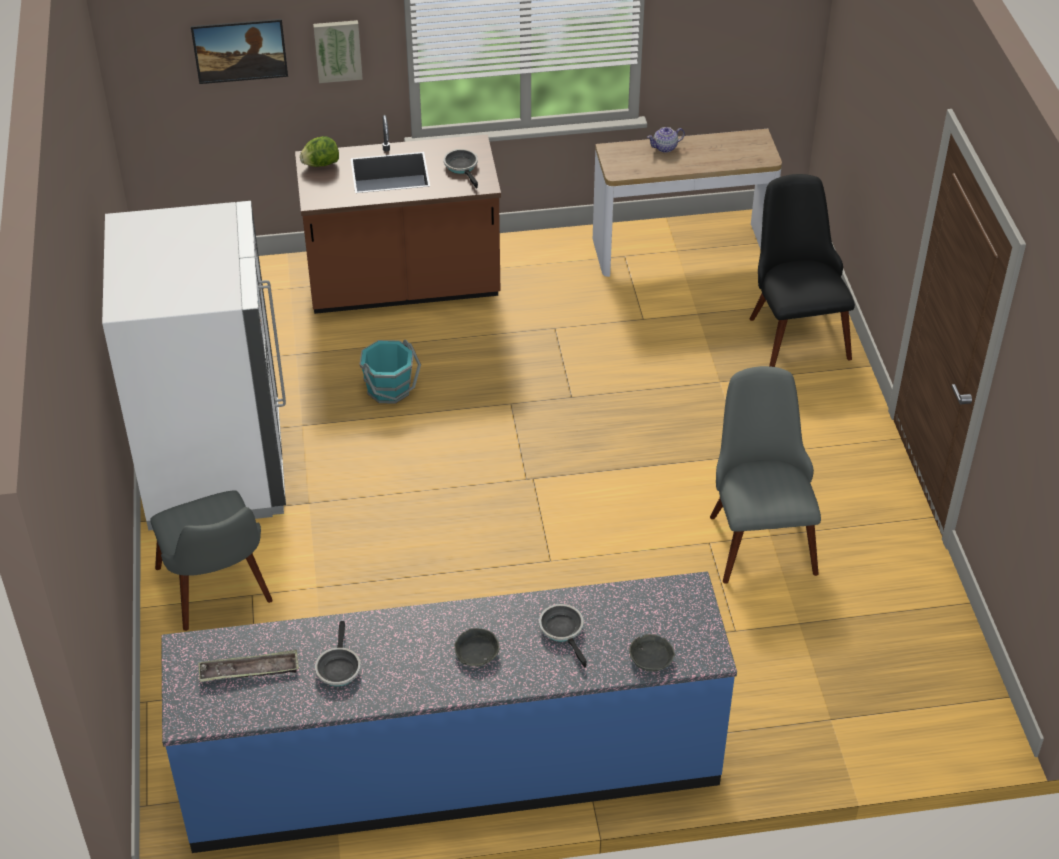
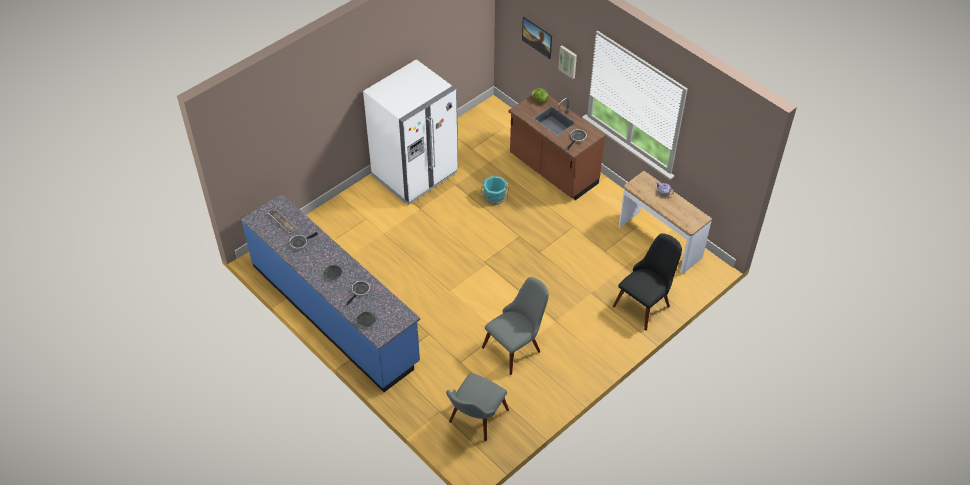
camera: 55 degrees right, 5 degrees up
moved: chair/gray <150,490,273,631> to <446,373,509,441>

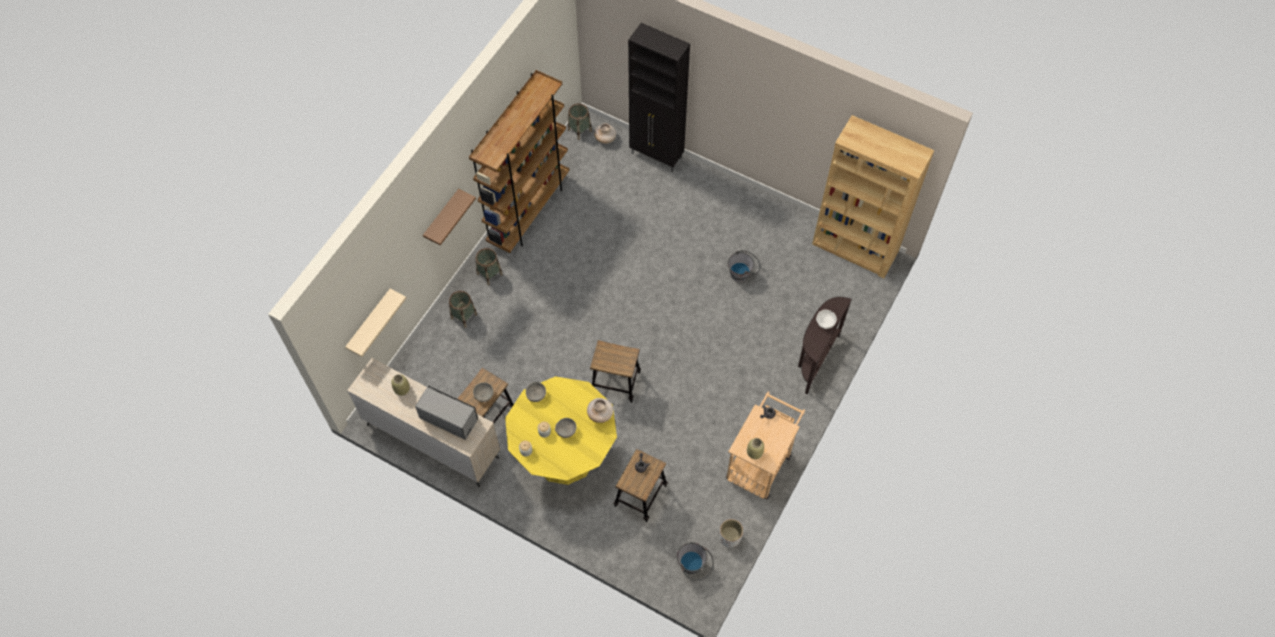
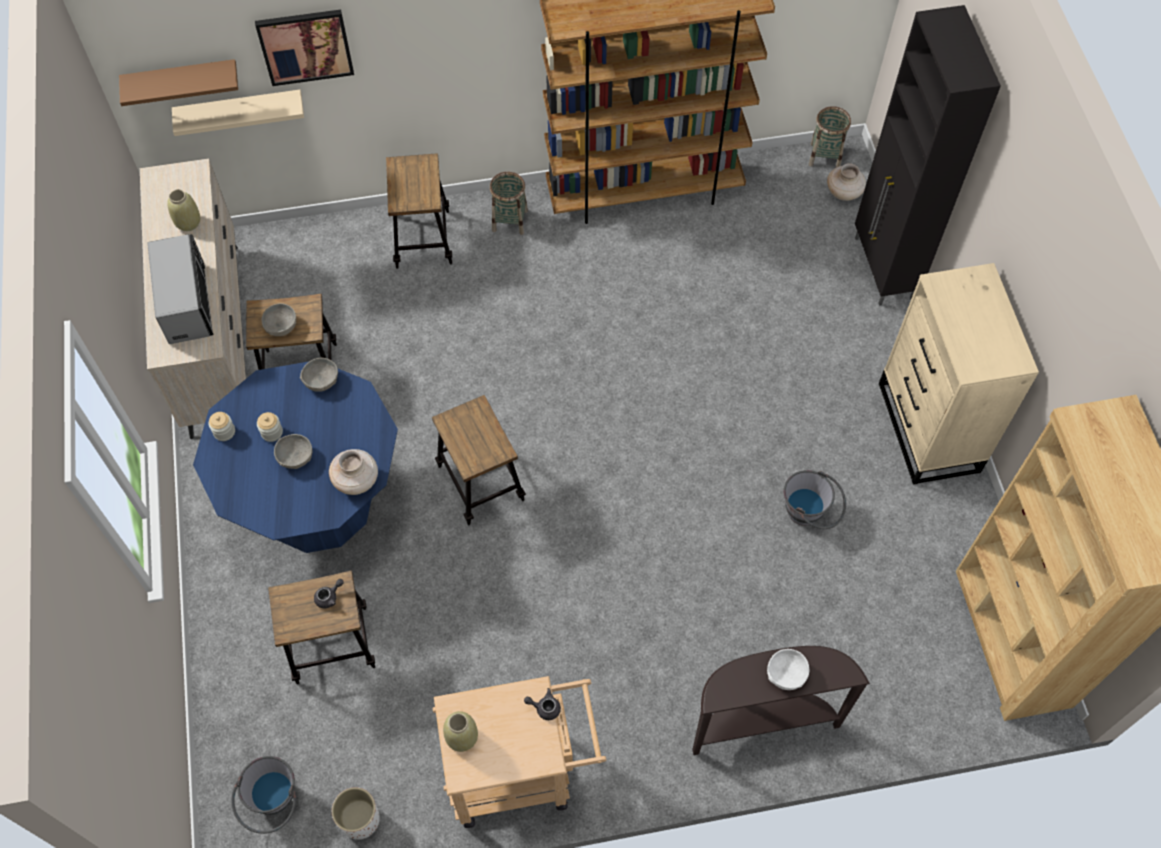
camera: 50 degrees right, 0 degrees up
added: wall picture <255,9,354,86>; drawer chest/sand-coloured <879,263,1039,485>
moved: shelf/brown-coloured <423,189,476,245> to <119,59,238,106>
replaced: household basket <449,291,477,328> to sitting stool <386,153,452,269>
recoloured: kitchen table/yellowish <505,376,617,485> to kitchen table/blue-coloured <193,362,398,553>

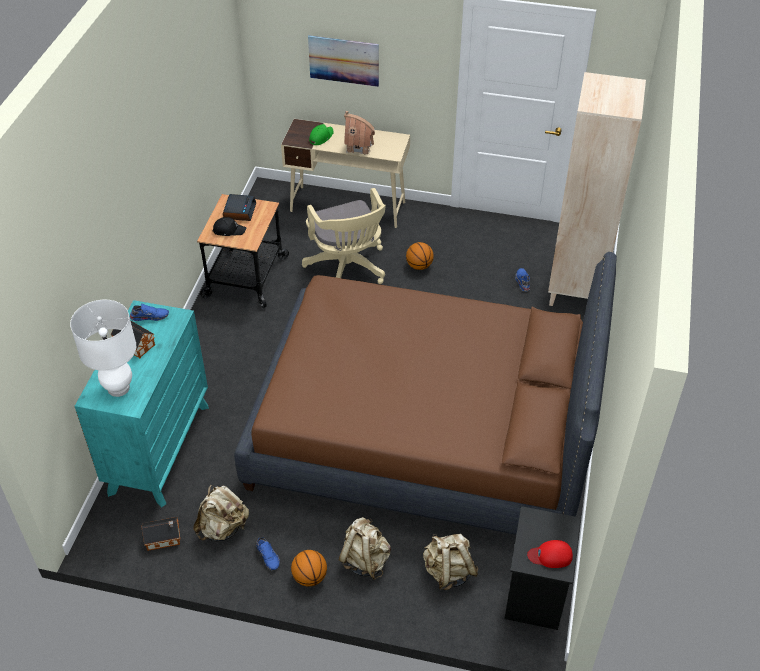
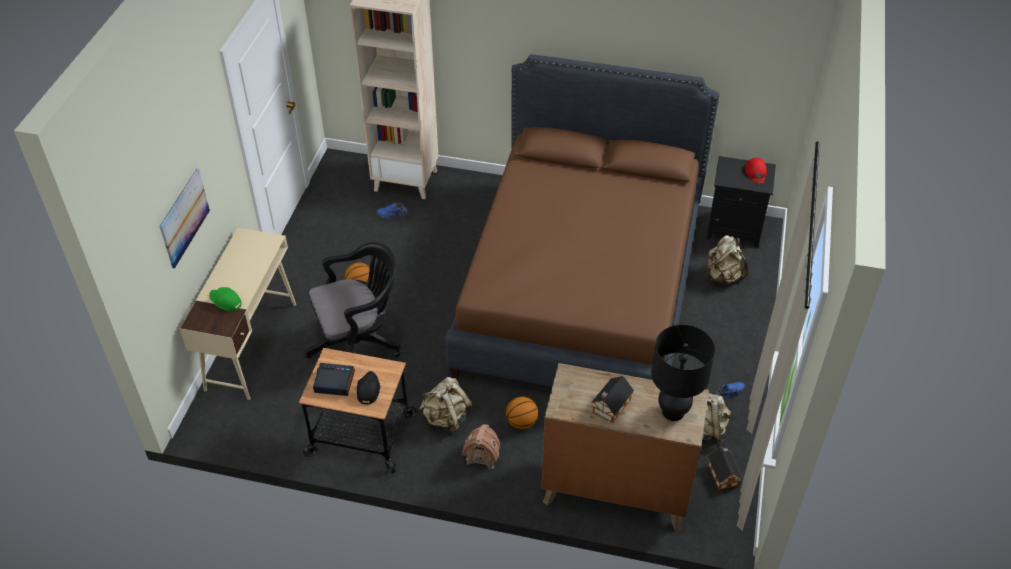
camera: 90 degrees left, 0 degrees up
removed: shoe/blue-coloured <130,304,169,321>
moved: basketball <291,550,327,586> to <506,397,538,429>; rucksack/sand-coloured <339,517,391,580> to <419,377,472,433>; miniature house <344,111,375,154> to <462,424,500,469>
recoloured: tabletop lamp/white <70,300,136,397> to tabletop lamp/black <651,325,715,421>; drawer chest/blue-green <75,300,209,507> to drawer chest/brown-coloured <542,363,709,531>; office chair/sand-coloured <302,188,386,284> to office chair/black <305,242,400,358>

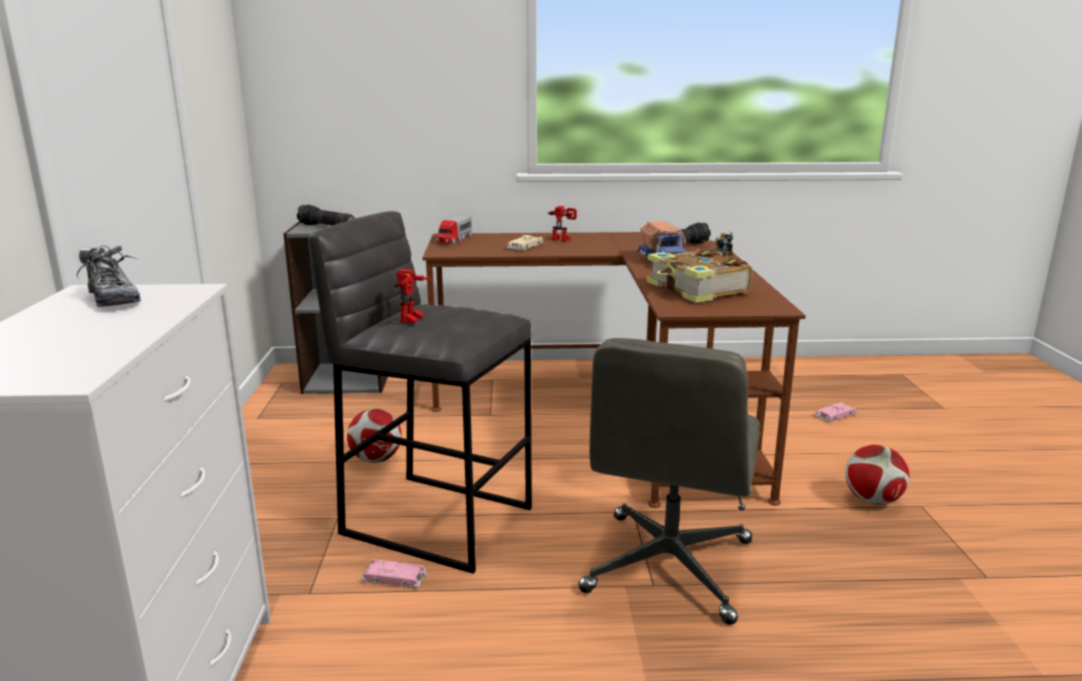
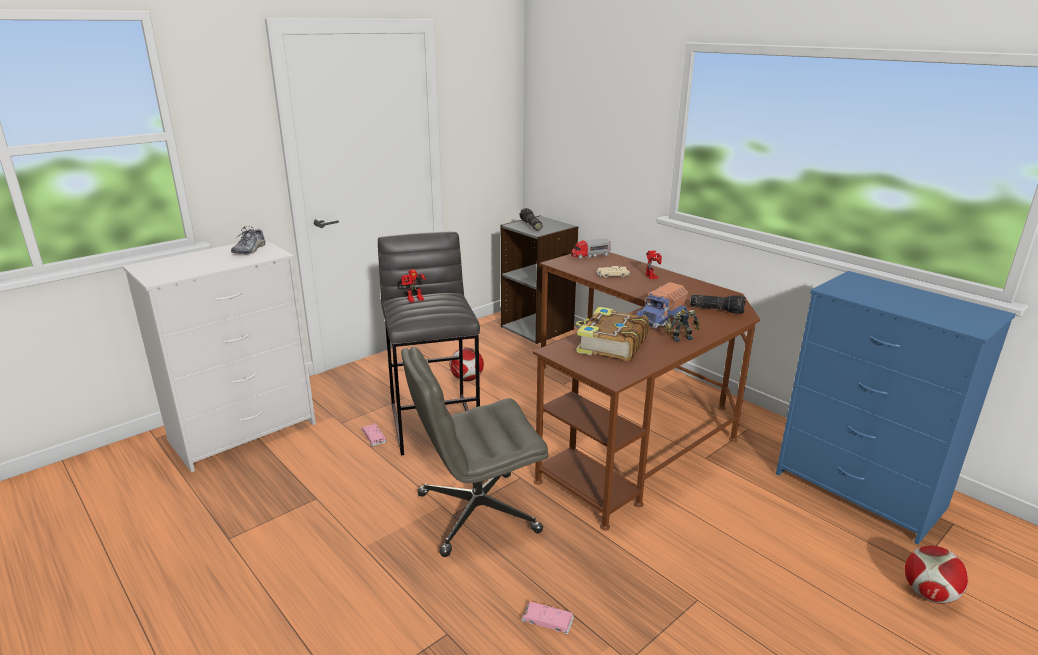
camera: 50 degrees right, 5 degrees up
added: drawer chest/blue-coloured <776,271,1016,545>
moved: model car/pink <815,402,857,422> to <522,602,574,634>; football ball <845,445,909,505> to <905,546,968,604>

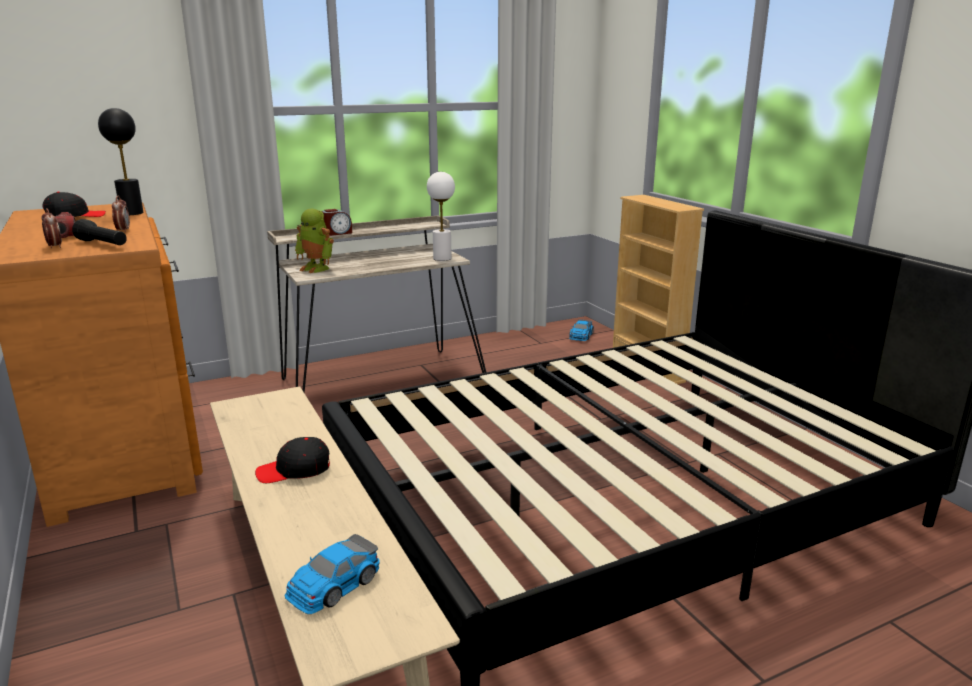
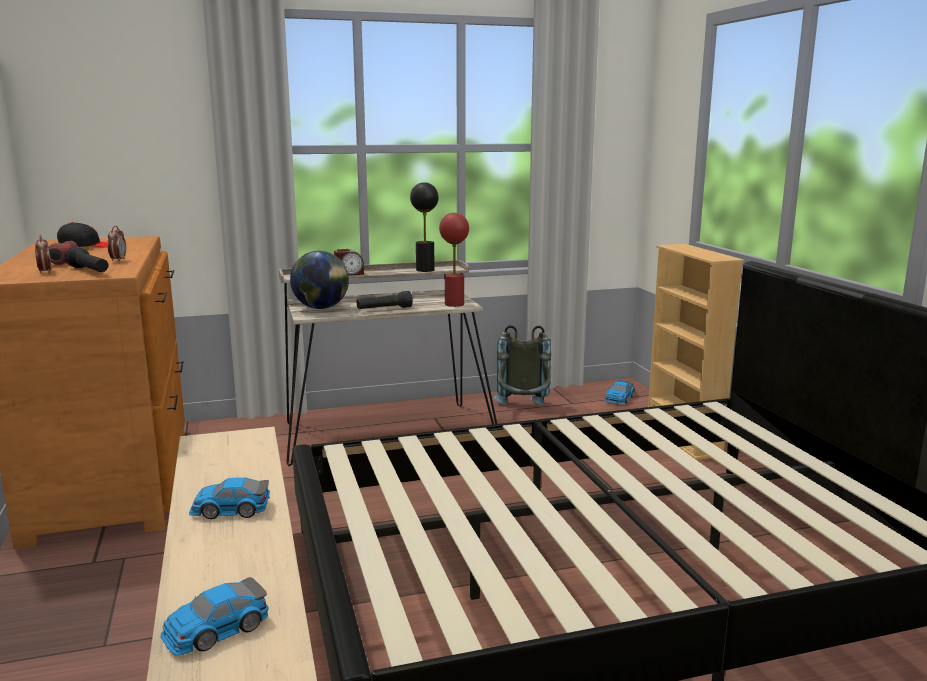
camera: 10 degrees right, 5 degrees down
added: torch/black <357,291,413,309>; rucksack/gray <494,325,551,405>
moved: tabletop lamp/black <98,108,144,215> to <410,182,438,272>
replaced: cap/black <255,437,330,483> to model car <189,477,270,519>; toy robot <295,209,334,273> to world globe <290,251,349,309>
recoloured: tabletop lamp/white <427,172,455,261> to tabletop lamp/reddish <439,213,469,307>

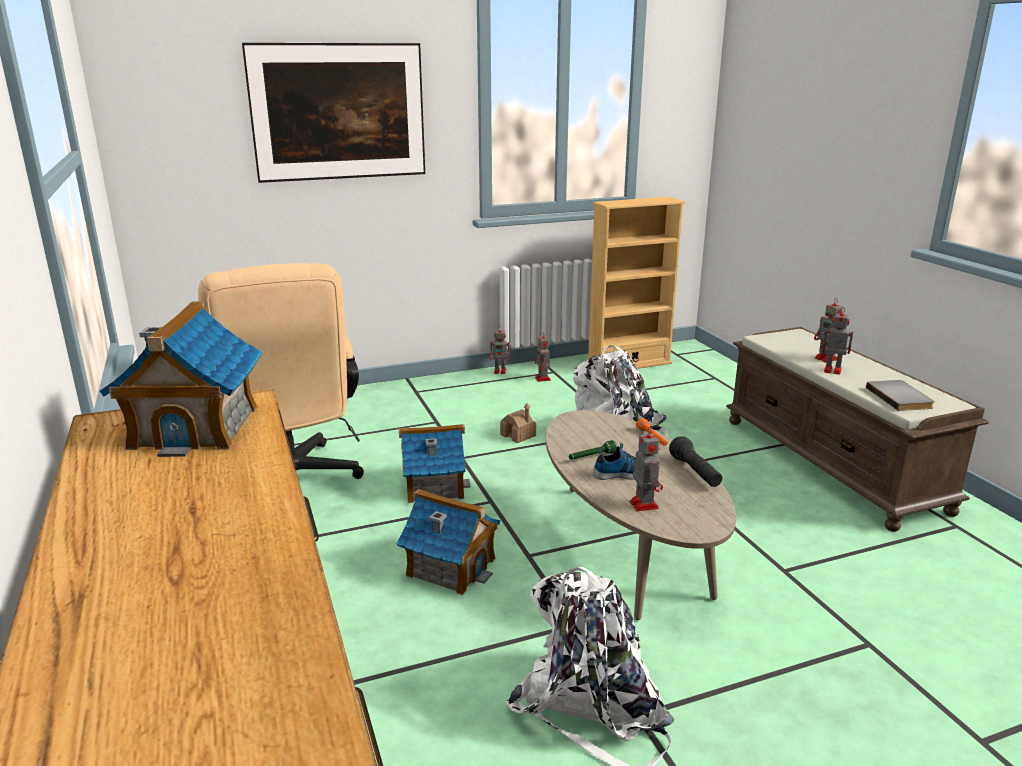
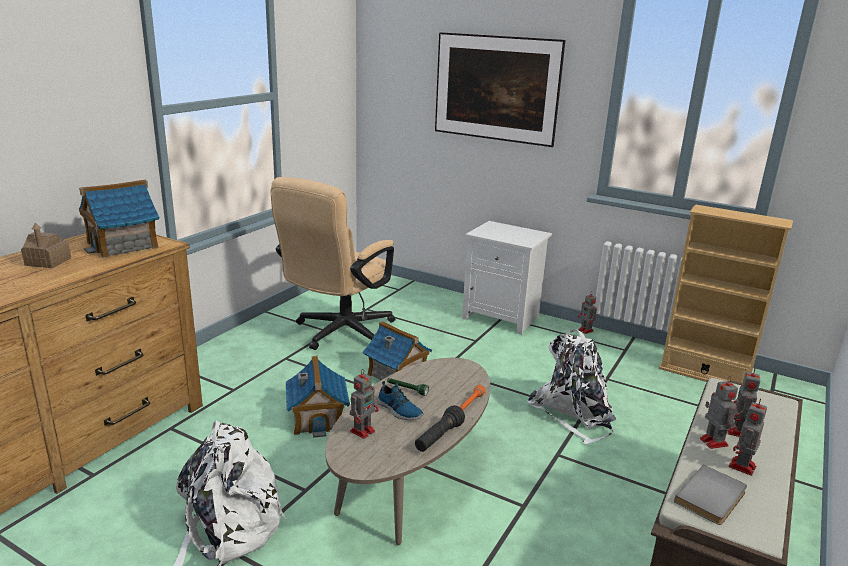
camera: 50 degrees right, 0 degrees up
added: bedside table/white <462,221,552,335>
moved: miniature house <500,403,536,443> to <21,223,71,268>; toy robot <535,332,551,382> to <729,398,767,476>

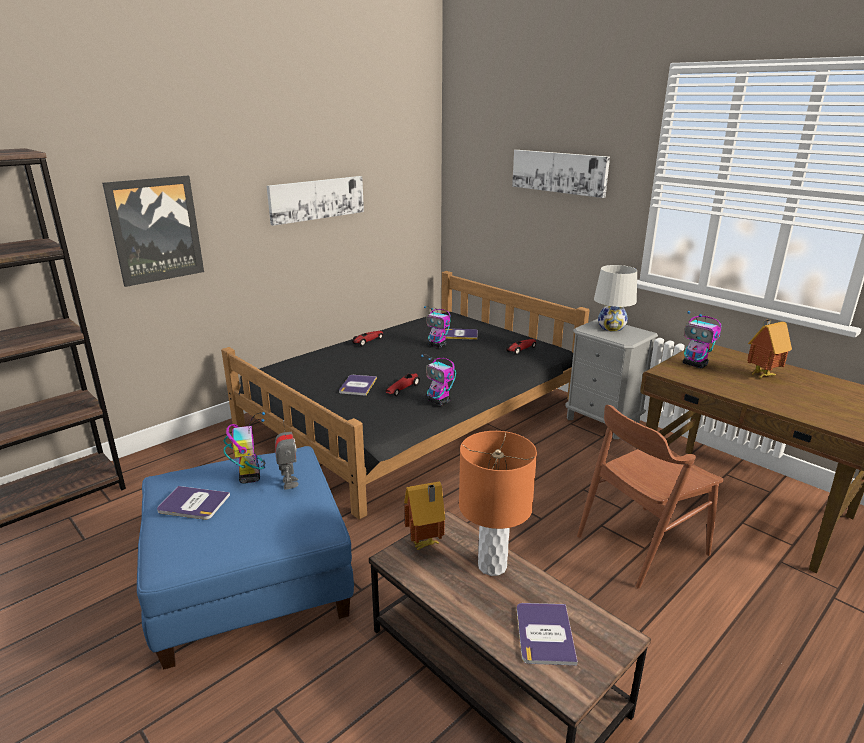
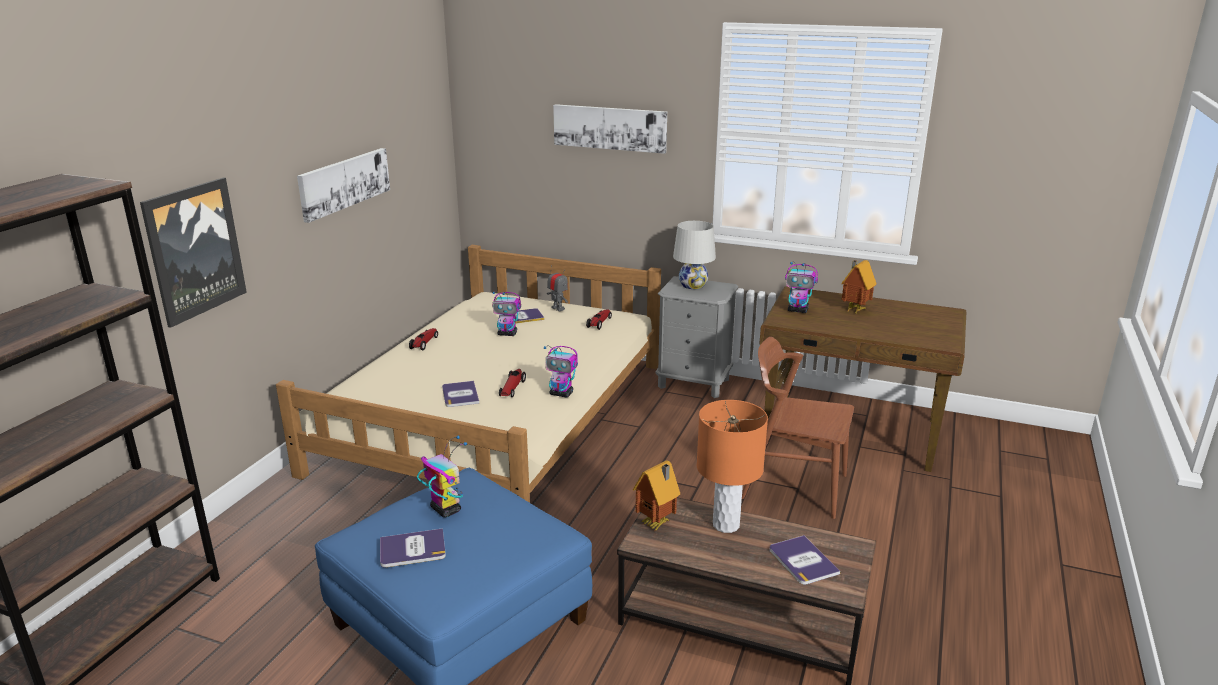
camera: 25 degrees left, 0 degrees up
moved: toy robot <275,420,299,490> to <547,265,568,311>
recoloured: bedroom bed/black <221,271,590,519> to bedroom bed/sand-coloured <276,245,661,503>
turned: chair/brown-coloured <577,405,723,589> = <742,337,854,519> 75 degrees clockwise

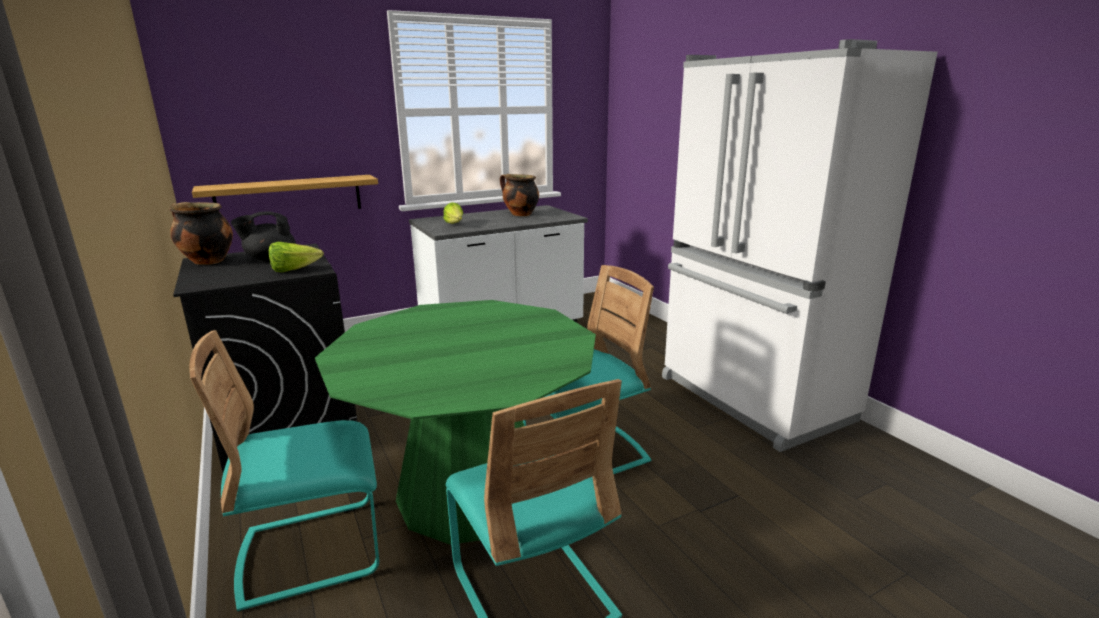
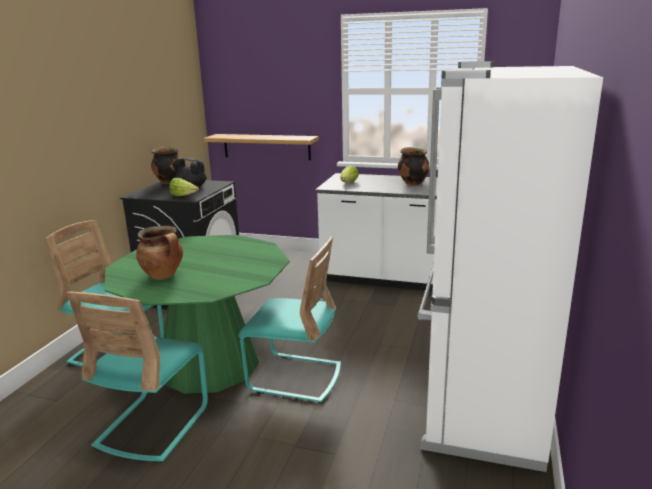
camera: 45 degrees right, 0 degrees up
added: saucepot <136,226,183,280>

